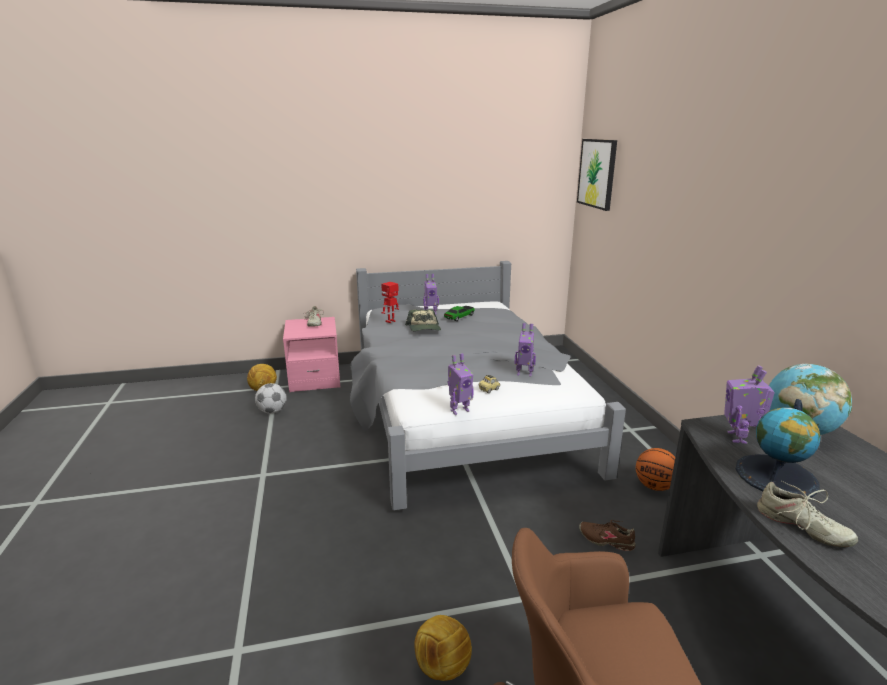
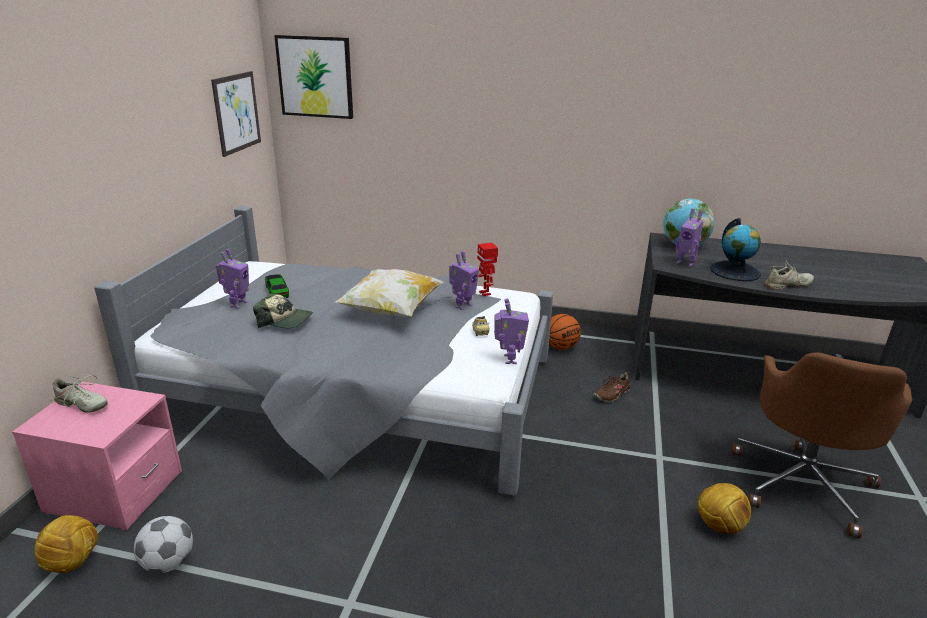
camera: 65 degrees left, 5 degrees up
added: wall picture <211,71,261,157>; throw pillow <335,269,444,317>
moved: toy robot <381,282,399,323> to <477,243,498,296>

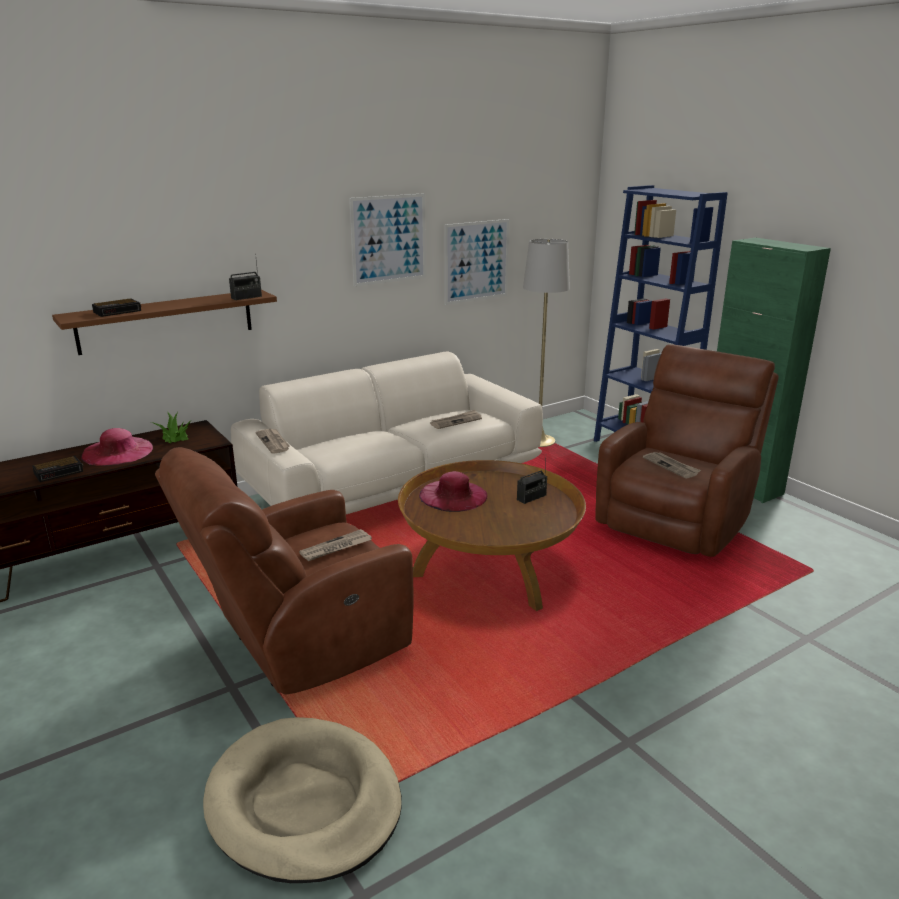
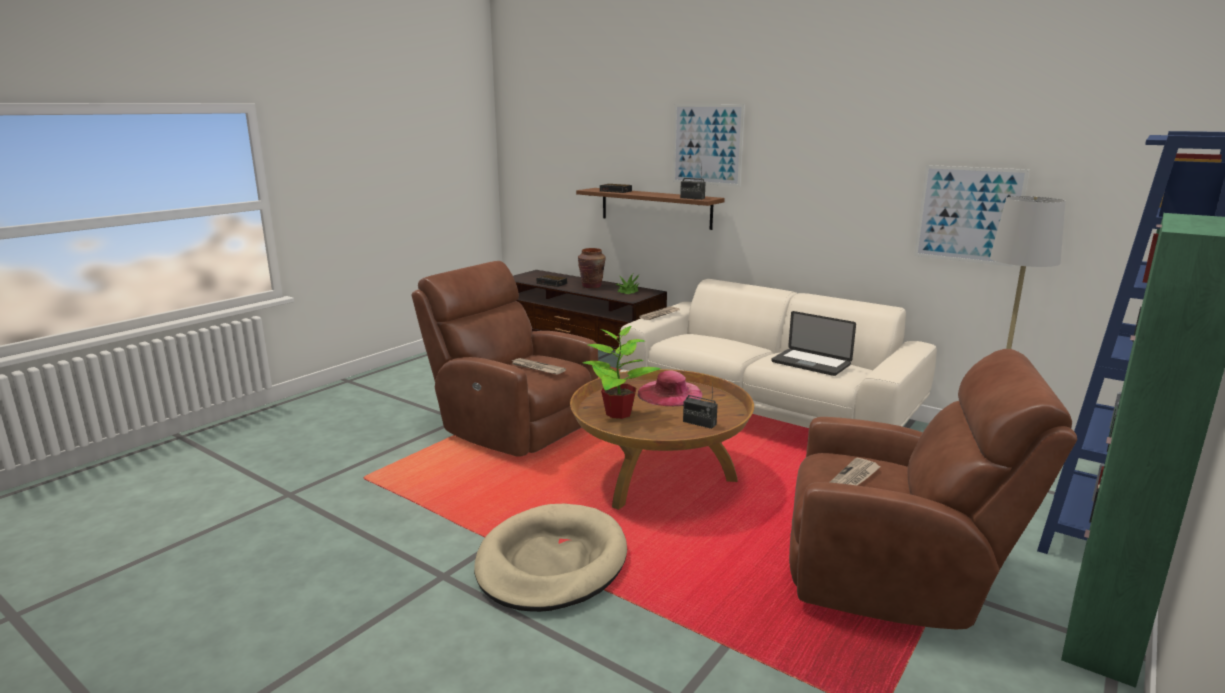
camera: 70 degrees right, 5 degrees down
added: plant in a pot <583,326,661,419>
moved: dog cushion/sand-coloured <203,717,402,883> to <474,504,627,612>; wall picture <349,193,426,286> to <673,104,745,187>
replaced: hat/pink <81,428,153,466> to vase/brown-coloured <578,248,606,288>; printed paper <430,410,482,429> to portable computer <771,311,856,376>

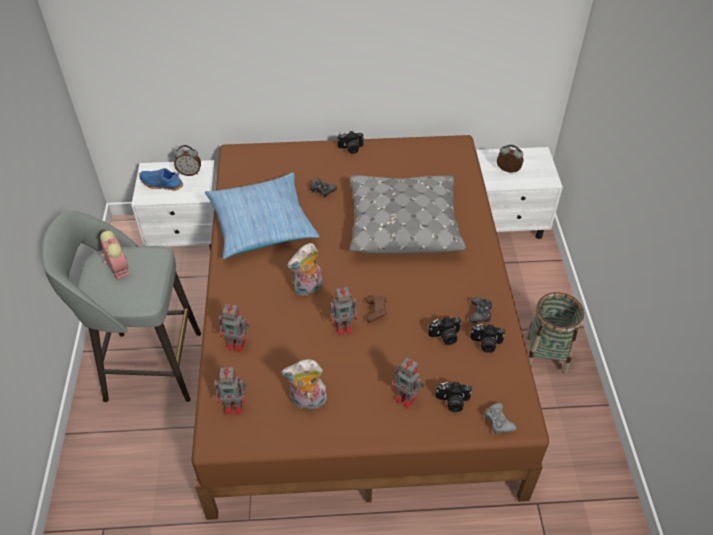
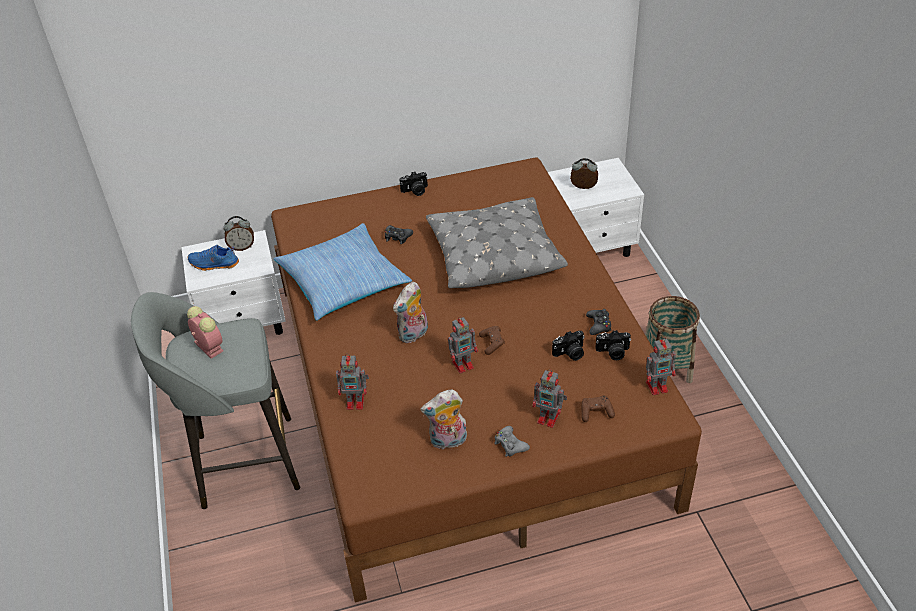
camera: 10 degrees left, 5 degrees down
moved: toy robot <214,367,248,415> to <646,337,676,395>; gamepad/gray <483,403,516,434> to <494,426,530,457>
replaced: photo camera <436,382,472,412> to gamepad/brown-coloured <581,395,615,422>

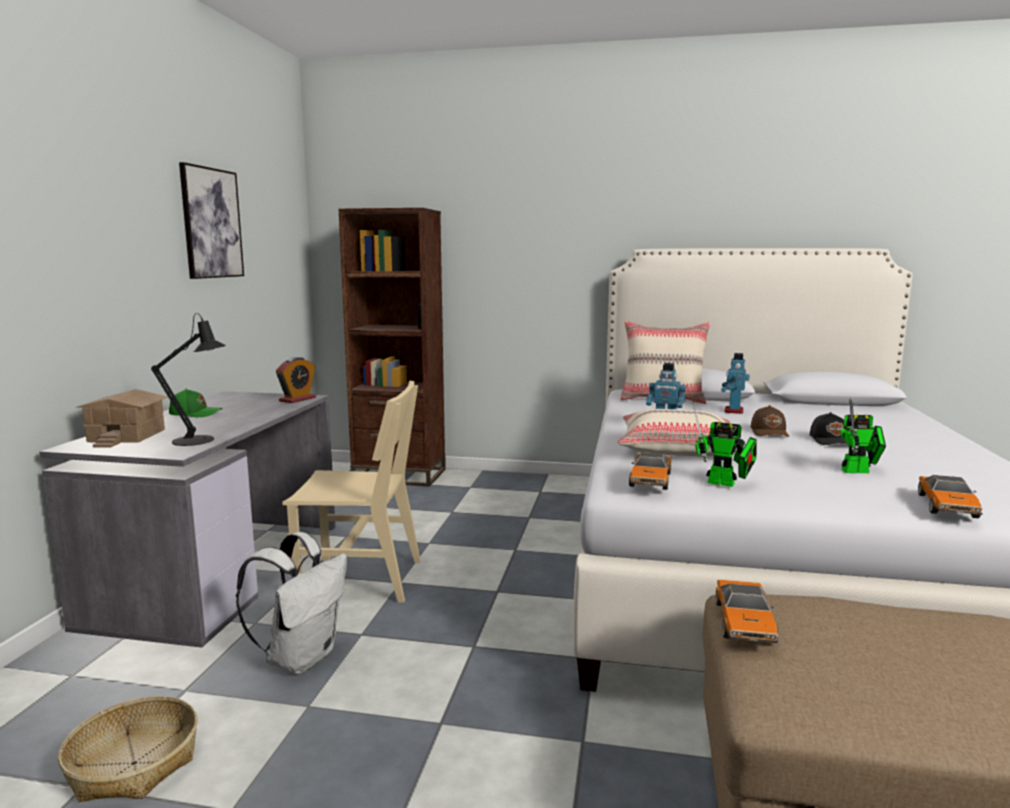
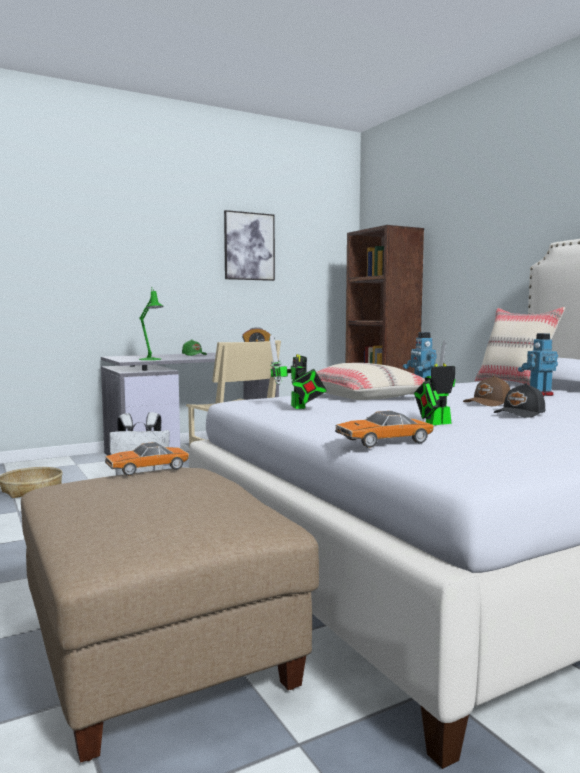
camera: 50 degrees right, 5 degrees down
removed: miniature house <76,389,168,448>; model car <629,452,671,490>
recoloured: tabletop lamp/black <151,313,226,446> to tabletop lamp/green-coloured <139,287,164,360>
turned: toy robot <840,398,886,473> = <414,339,456,425> 105 degrees clockwise

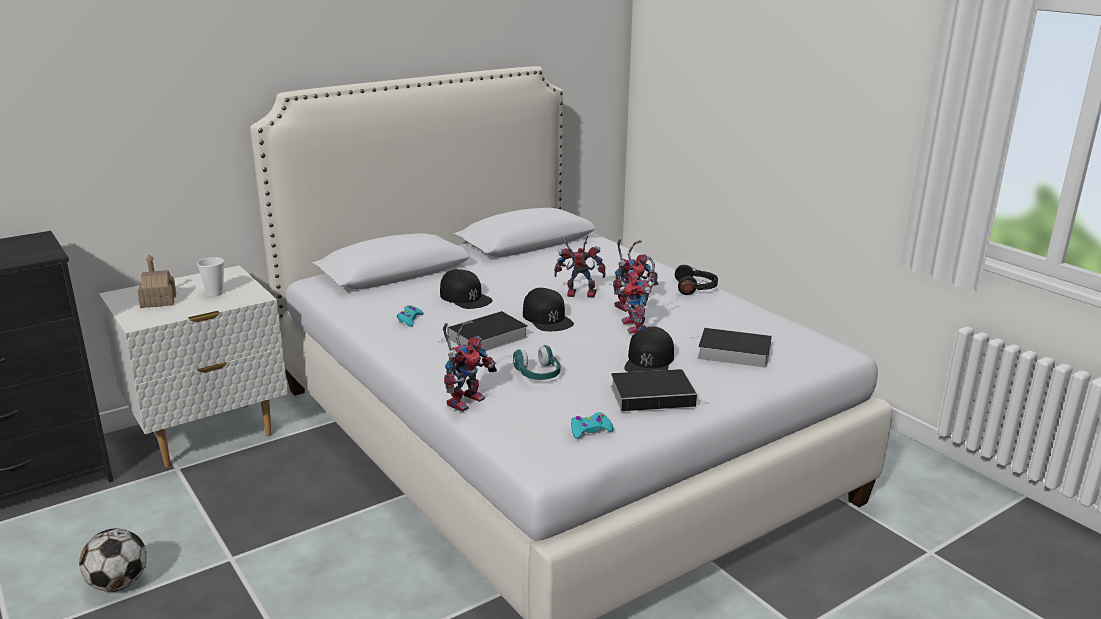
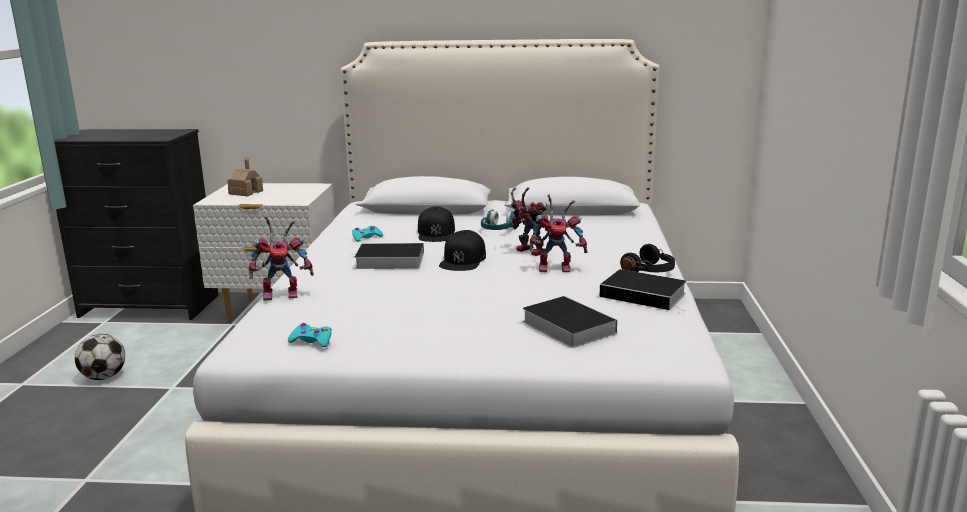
camera: 40 degrees right, 5 degrees down
removed: small cup <197,257,224,297>; toy robot <619,256,658,334>; cap/black <624,326,674,372>
moved: headset/blue-green <513,345,560,380> to <481,210,515,230>; book <611,369,709,411> to <599,269,686,312>

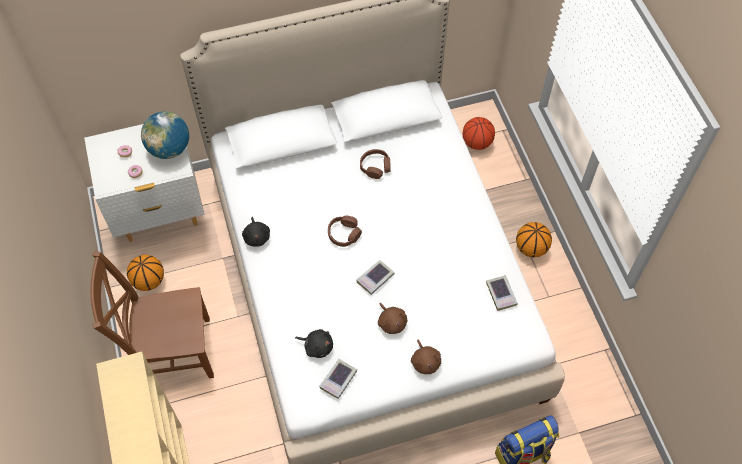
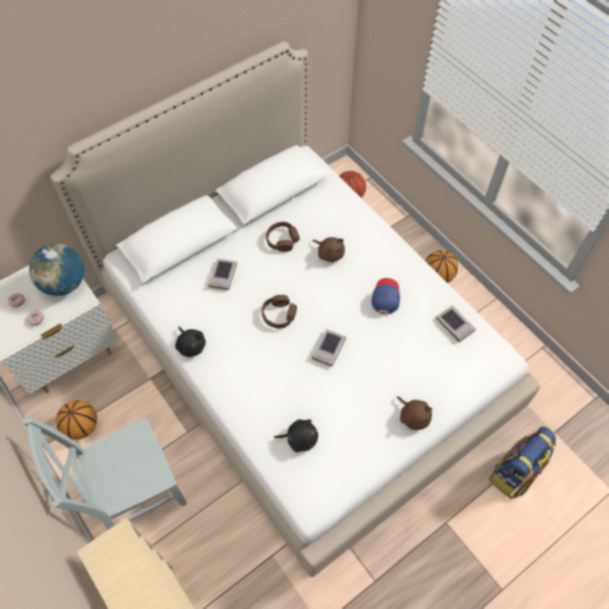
camera: 20 degrees left, 0 degrees up
added: cap/blue-coloured <371,278,400,314>
moved: book <319,359,357,399> to <208,259,237,290>; cuddly toy/brown-coloured <378,303,407,334> to <312,237,345,262>
recoloured: chair/brown-coloured <90,251,214,379> to chair/gray <23,417,187,530>

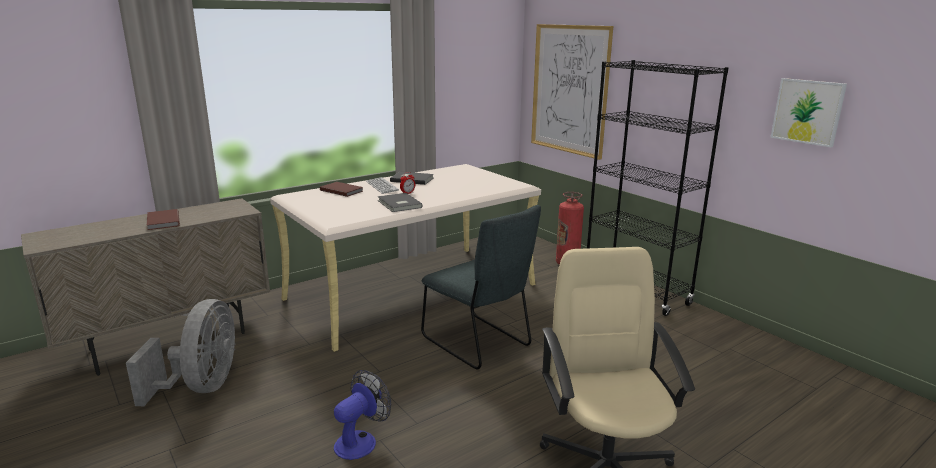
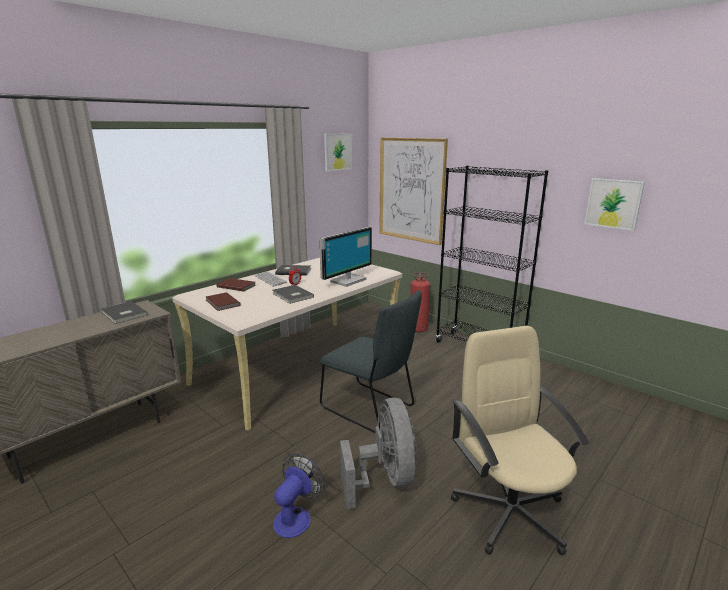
camera: 10 degrees left, 0 degrees up
added: book/gray <101,301,148,324>; monitor <319,227,372,287>; wall picture <324,133,352,171>
moved: fan/gray <126,299,236,406> to <340,398,417,509>; book/brown-coloured <147,209,180,230> to <206,292,241,311>

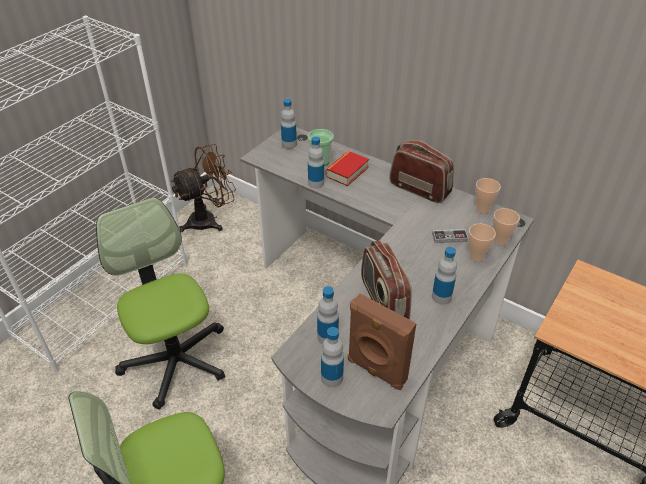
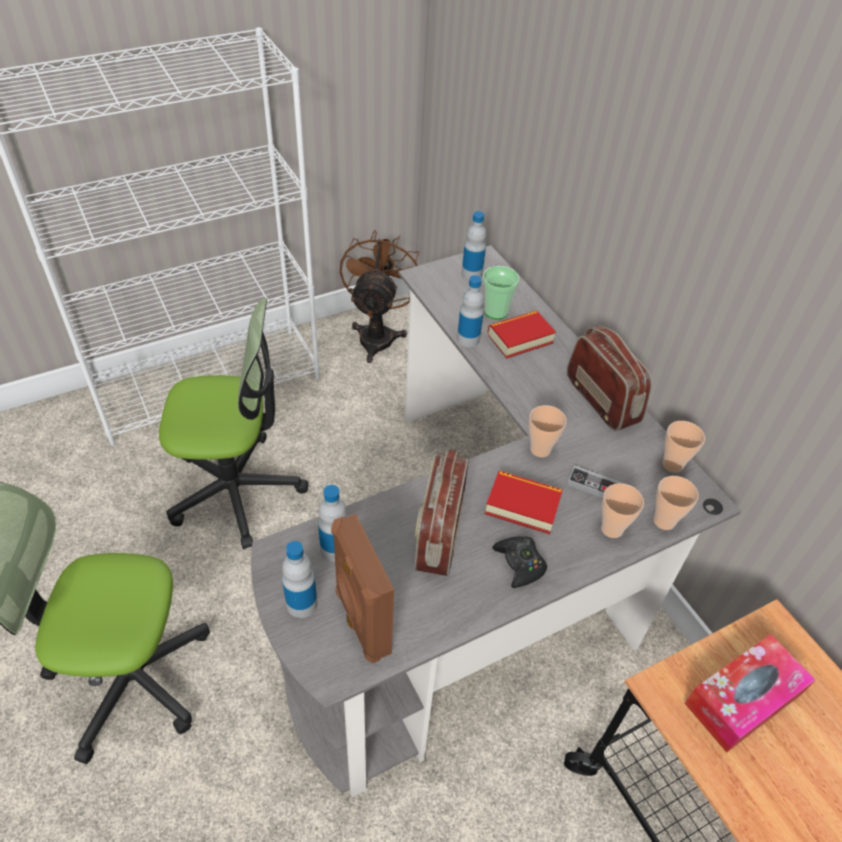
camera: 25 degrees right, 5 degrees up
added: book <485,471,563,534>; small cup <529,405,567,457>; tissue holder <684,634,816,753>
replaced: bottle <432,247,457,305> to gamepad/black <492,536,547,588>
turned: office chair <96,197,225,409> = <159,298,308,549> 90 degrees clockwise; fan/brown-coloured <171,144,236,232> = <340,230,419,363> 75 degrees counterclockwise

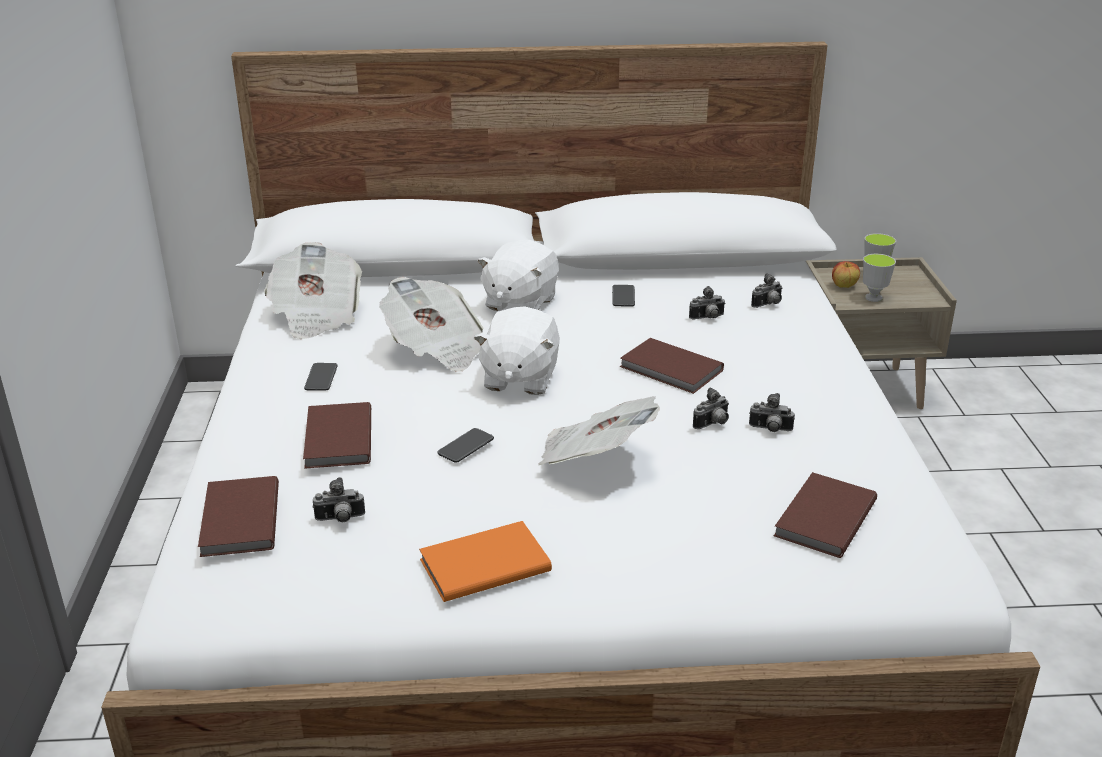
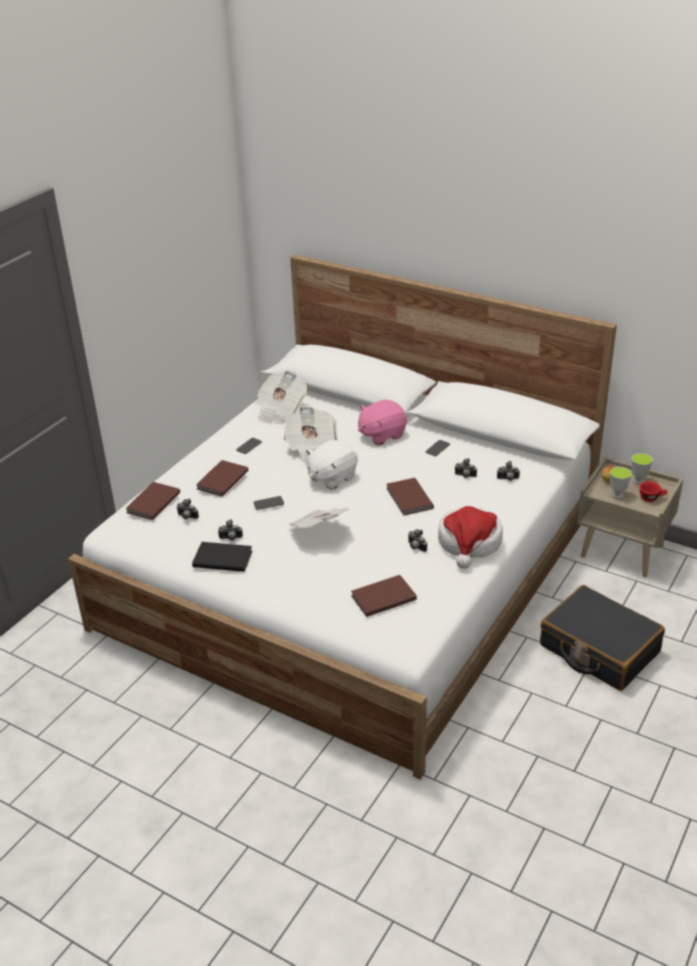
camera: 35 degrees right, 5 degrees up
added: hat <438,506,503,569>; travel case/black <540,585,665,691>; small cup/reddish <639,481,668,502>
moved: photo camera <693,388,729,429> to <218,519,243,541>
recoloured: book/orange <419,521,552,602> to book/black <192,542,252,572>; cuddly toy/white <477,240,559,311> to cuddly toy/pink <358,400,407,445>

